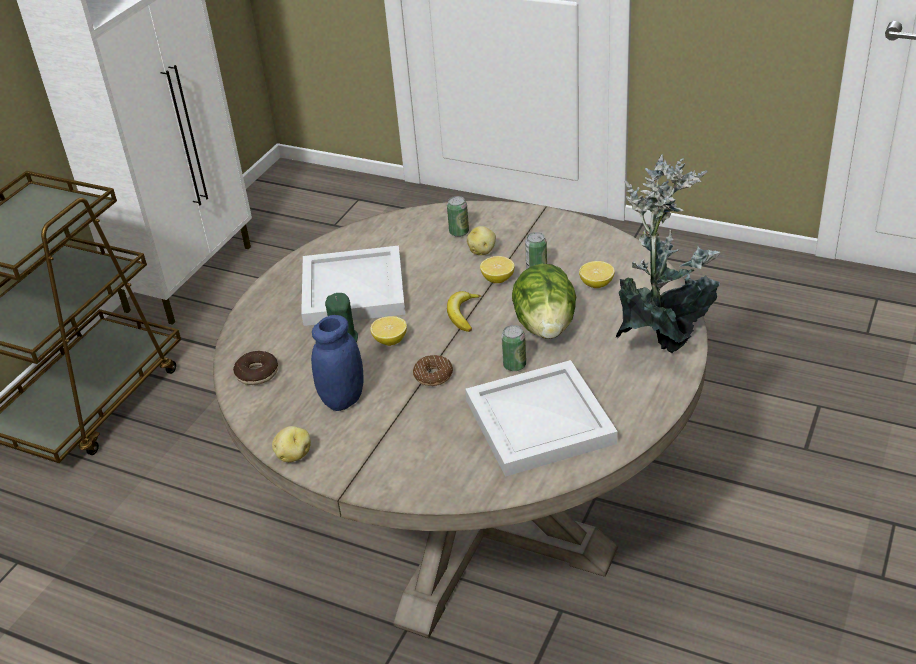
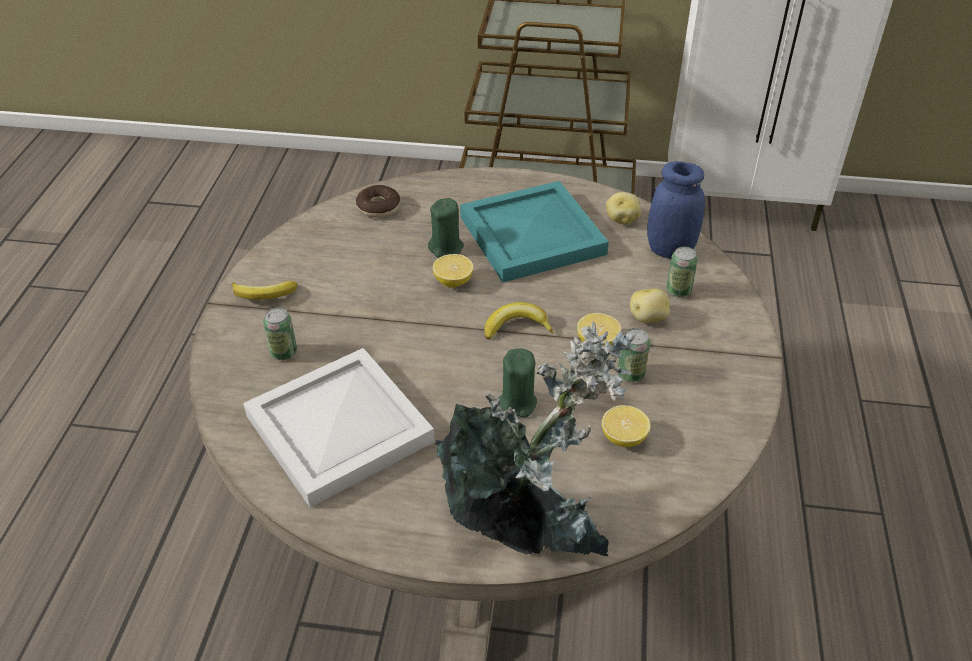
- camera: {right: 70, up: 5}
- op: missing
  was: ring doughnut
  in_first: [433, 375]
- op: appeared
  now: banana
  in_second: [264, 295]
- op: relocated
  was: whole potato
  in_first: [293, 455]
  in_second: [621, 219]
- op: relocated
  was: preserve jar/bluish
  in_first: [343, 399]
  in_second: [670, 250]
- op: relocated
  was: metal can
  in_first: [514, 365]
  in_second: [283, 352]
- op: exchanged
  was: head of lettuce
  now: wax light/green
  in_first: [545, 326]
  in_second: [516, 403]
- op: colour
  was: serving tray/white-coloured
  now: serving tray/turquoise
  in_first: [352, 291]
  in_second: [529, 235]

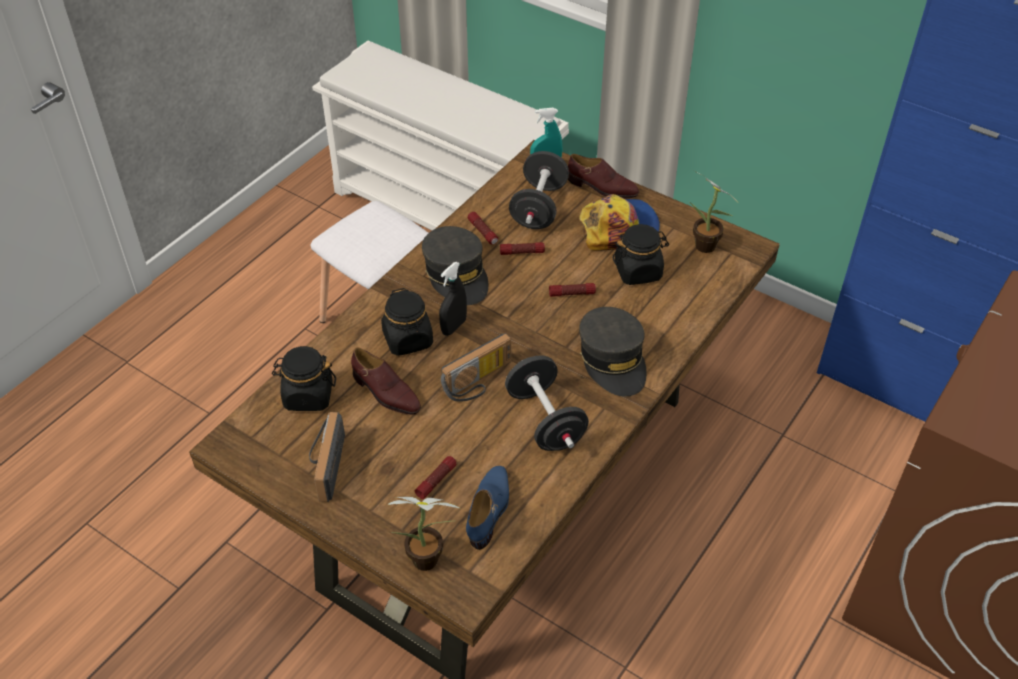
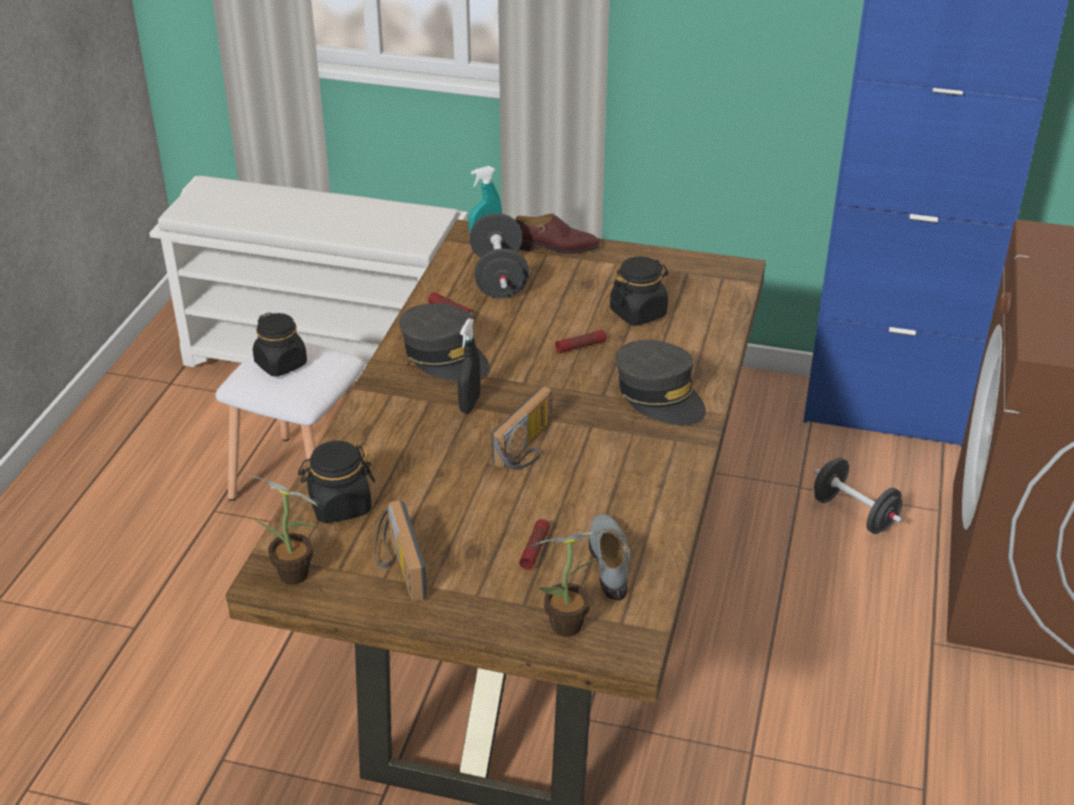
- camera: {right: -20, up: -10}
- op: missing
  was: item of footwear/brownish
  in_first: [386, 393]
- op: missing
  was: torch
  in_first: [522, 252]
- op: missing
  was: cap
  in_first: [618, 228]
- op: relocated
  was: preserve jar/black
  in_first: [408, 339]
  in_second: [281, 364]
- op: relocated
  was: free weight/black
  in_first: [545, 420]
  in_second: [854, 513]
- op: relocated
  was: plant in a pot
  in_first: [707, 248]
  in_second: [297, 577]
- op: colour
  was: item of footwear/bluish
  now: item of footwear/grey
  in_first: [489, 510]
  in_second: [609, 561]

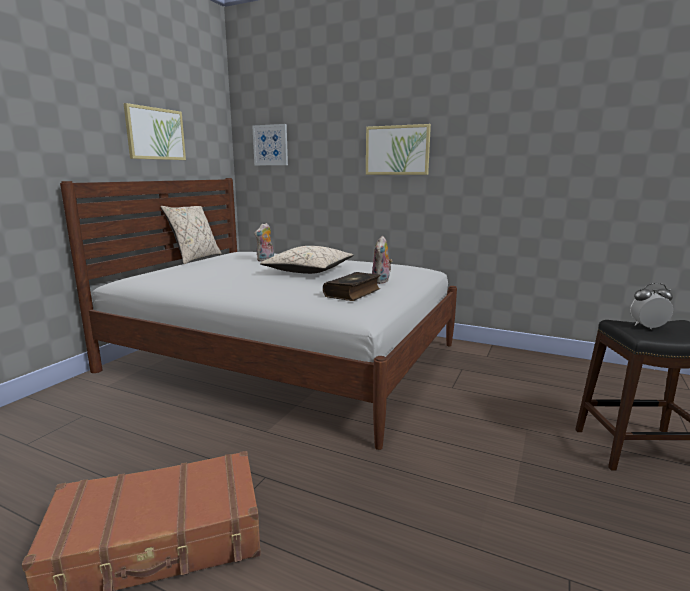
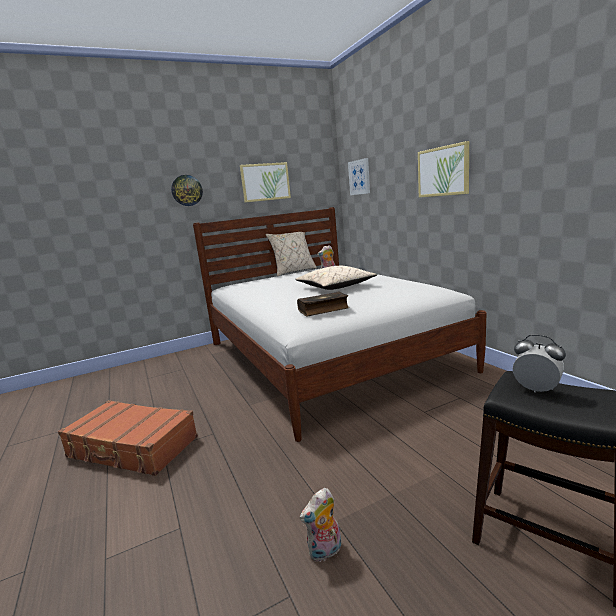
- camera: {right: 40, up: 0}
- op: appeared
  now: wall clock
  in_second: [187, 190]
- op: relocated
  was: plush toy
  in_first: [381, 281]
  in_second: [325, 552]

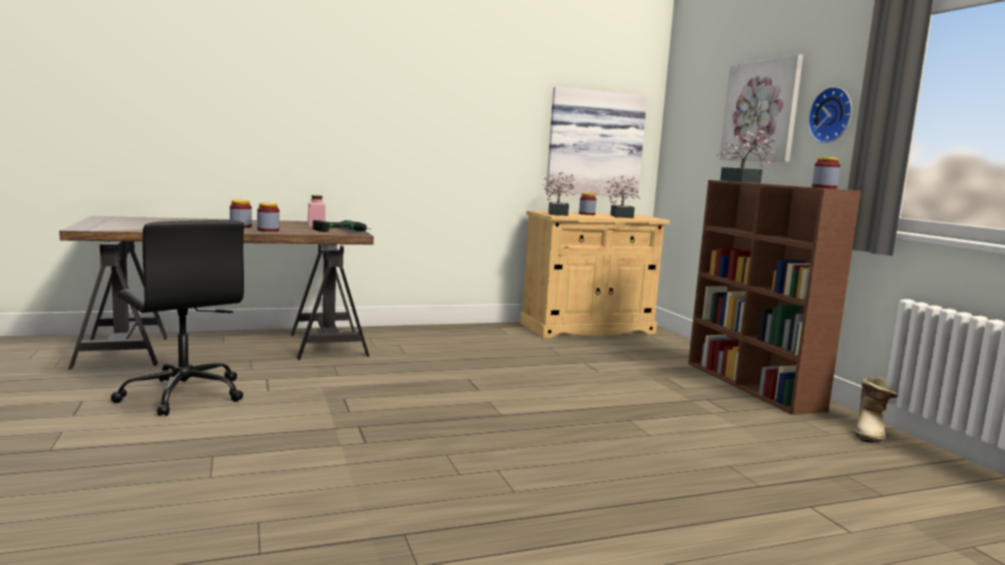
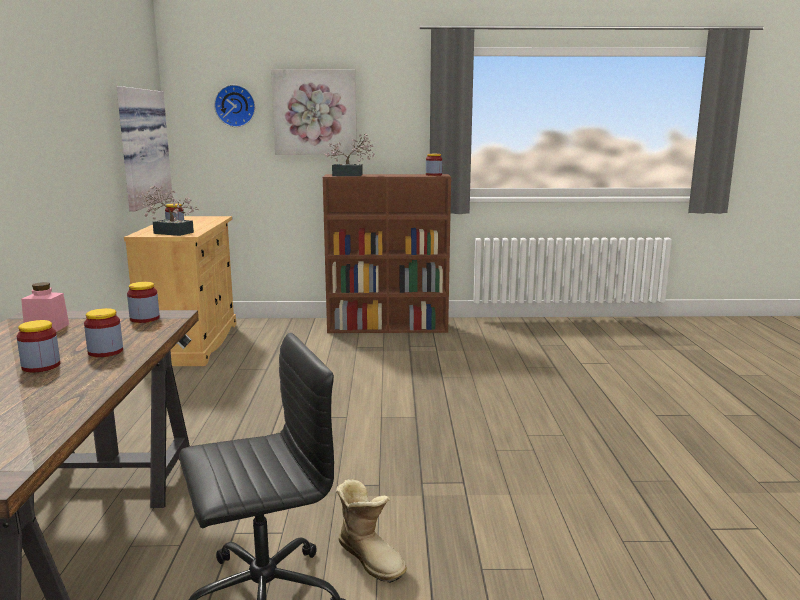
- camera: {right: -70, up: 5}
- op: missing
  was: plant in a pot
  in_first: [621, 216]
- op: relocated
  was: wall clock
  in_first: [832, 115]
  in_second: [235, 106]
- op: relocated
  was: boot
  in_first: [871, 432]
  in_second: [371, 557]
- op: exchanged
  was: electric drill
  now: preserve jar
  in_first: [343, 231]
  in_second: [144, 319]

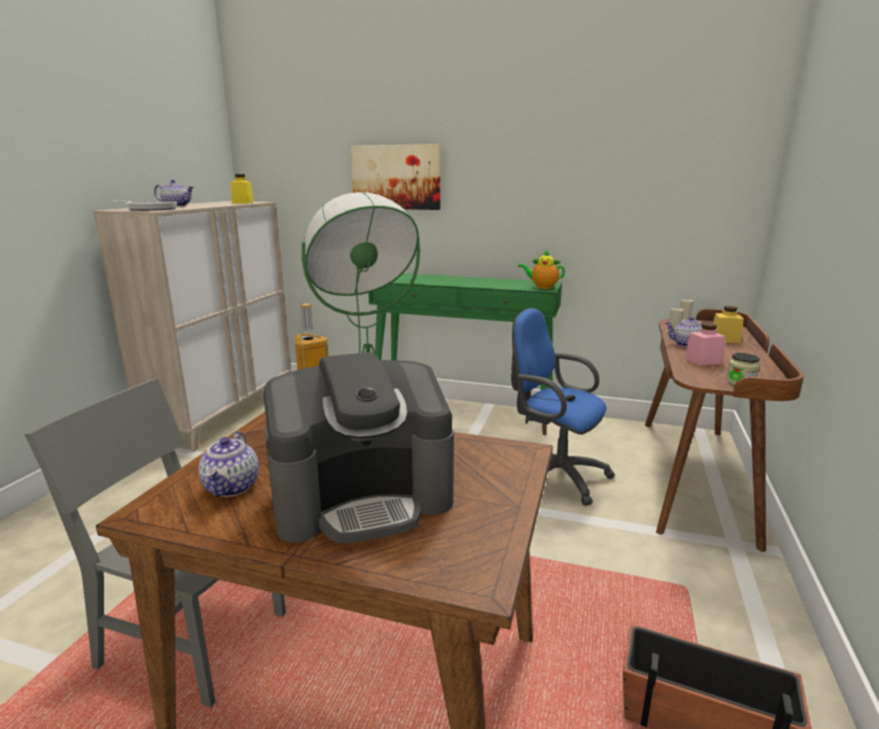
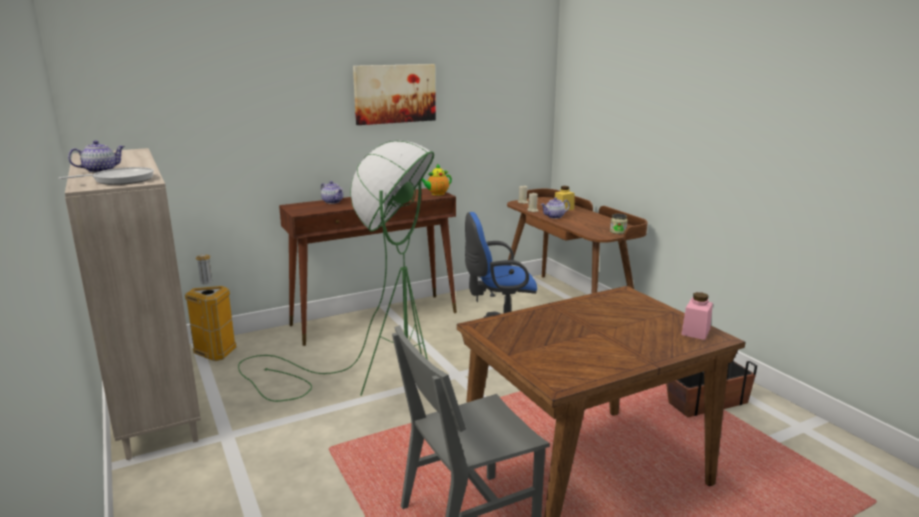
- camera: {right: -45, up: 0}
- op: missing
  was: preserve jar/yellow-coloured
  in_first: [243, 203]
- op: missing
  was: coffee brewer
  in_first: [363, 497]
- op: relocated
  was: tea pot
  in_first: [232, 487]
  in_second: [333, 202]
- op: relocated
  was: wall art
  in_first: [396, 177]
  in_second: [394, 93]
- op: relocated
  was: preserve jar/pink
  in_first: [703, 361]
  in_second: [695, 332]
- op: colour
  was: hall table/green
  now: hall table/brownish
  in_first: [463, 412]
  in_second: [375, 318]

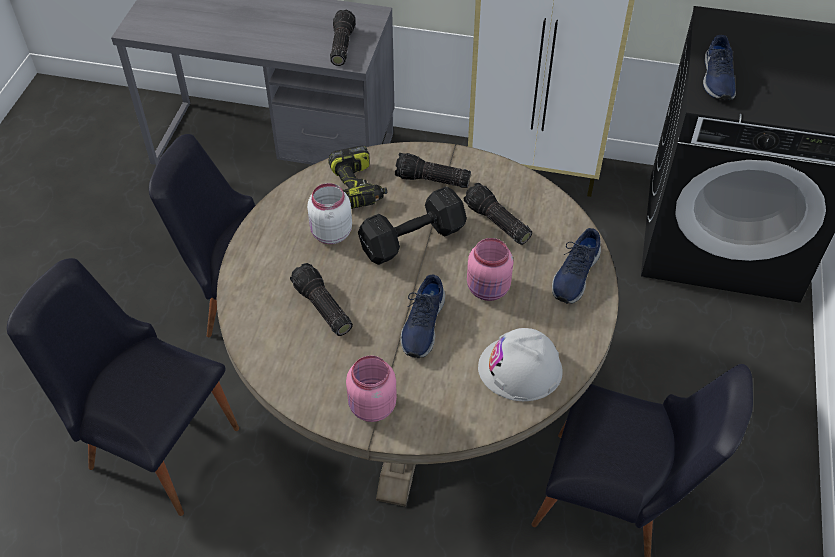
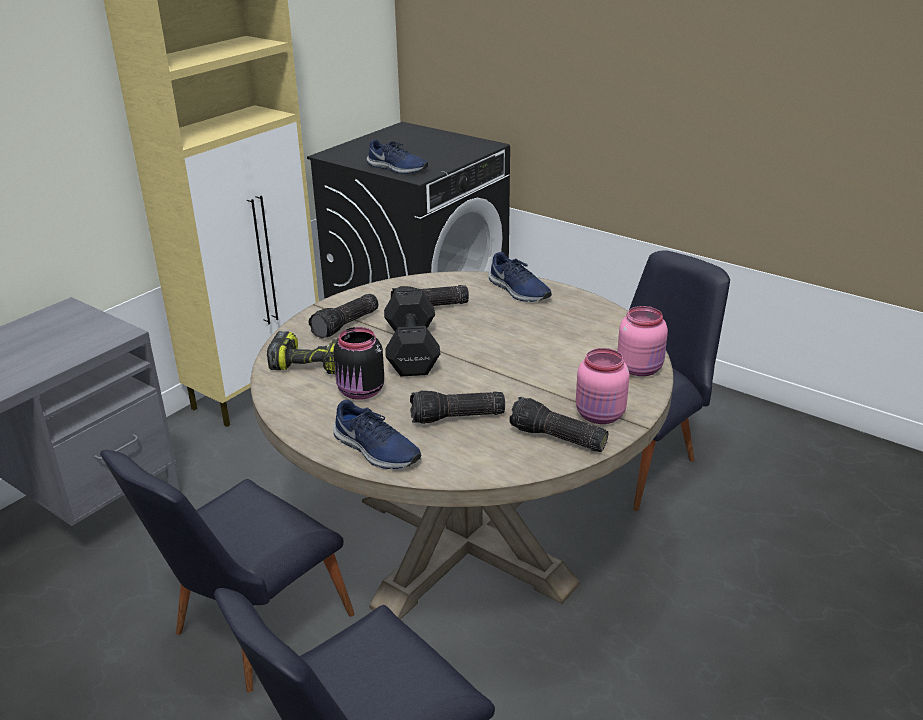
- camera: {right: -65, up: -20}
- op: missing
  was: hard hat/white-coloured
  in_first: [520, 369]
- op: relocated
  was: torch
  in_first: [341, 46]
  in_second: [556, 438]
- op: relocated
  was: item of footwear/bluish
  in_first: [422, 325]
  in_second: [375, 450]
- op: relocated
  was: preserve jar/pink
  in_first: [488, 289]
  in_second: [641, 369]
- op: colour
  was: preserve jar/white-coloured
  now: preserve jar/black
  in_first: [330, 234]
  in_second: [361, 392]

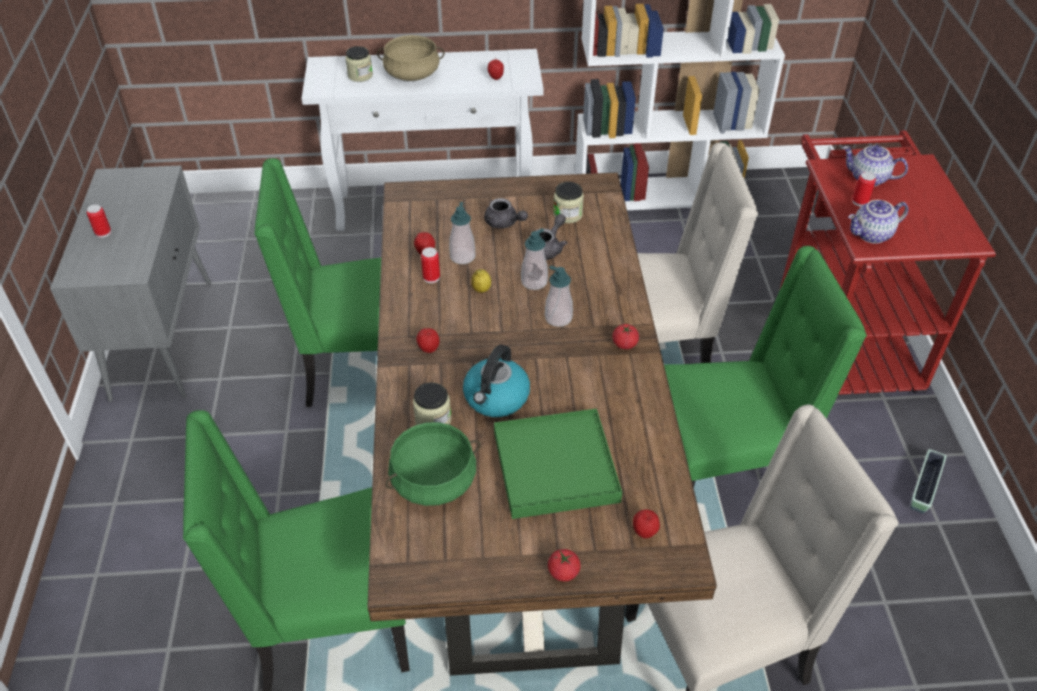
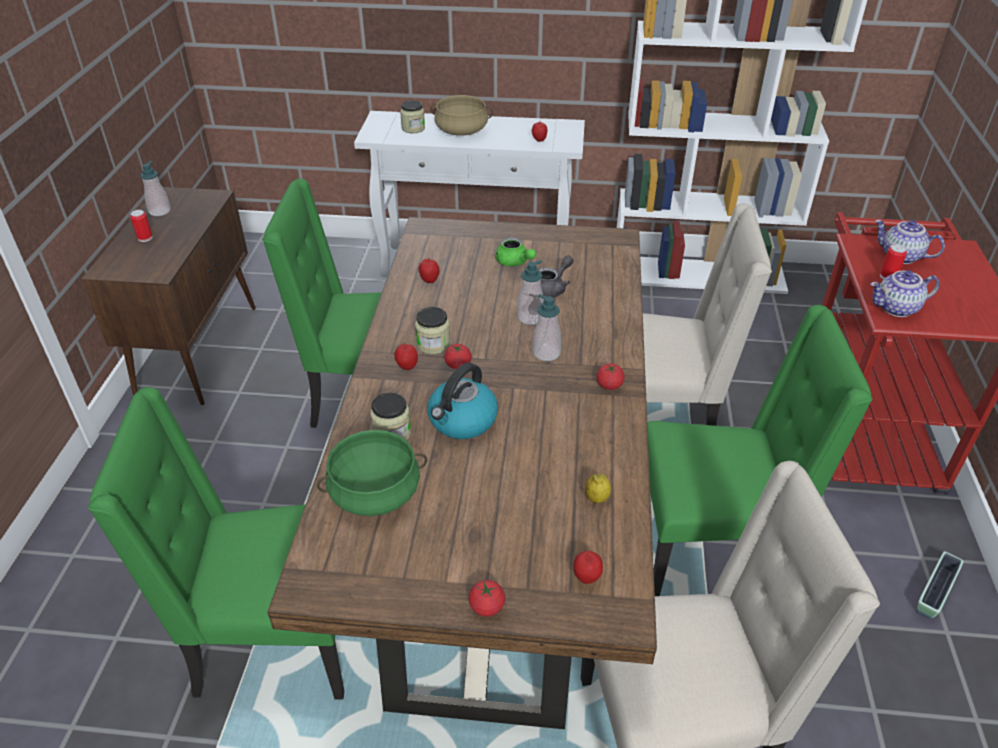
- camera: {right: 10, up: -5}
- op: missing
  was: metal can
  in_first: [431, 277]
- op: missing
  was: serving tray/green
  in_first: [556, 467]
- op: appeared
  now: tomato
  in_second: [458, 365]
- op: relocated
  was: soap bottle
  in_first: [462, 257]
  in_second: [160, 211]
- op: relocated
  was: citrus fruit
  in_first: [481, 290]
  in_second: [596, 498]
- op: relocated
  was: preserve jar
  in_first: [567, 214]
  in_second: [433, 344]
- op: colour
  was: cupboard/grey
  now: cupboard/brownish
  in_first: [163, 337]
  in_second: [199, 350]
- op: colour
  was: tea pot/grey
  now: tea pot/green
  in_first: [504, 223]
  in_second: [514, 262]

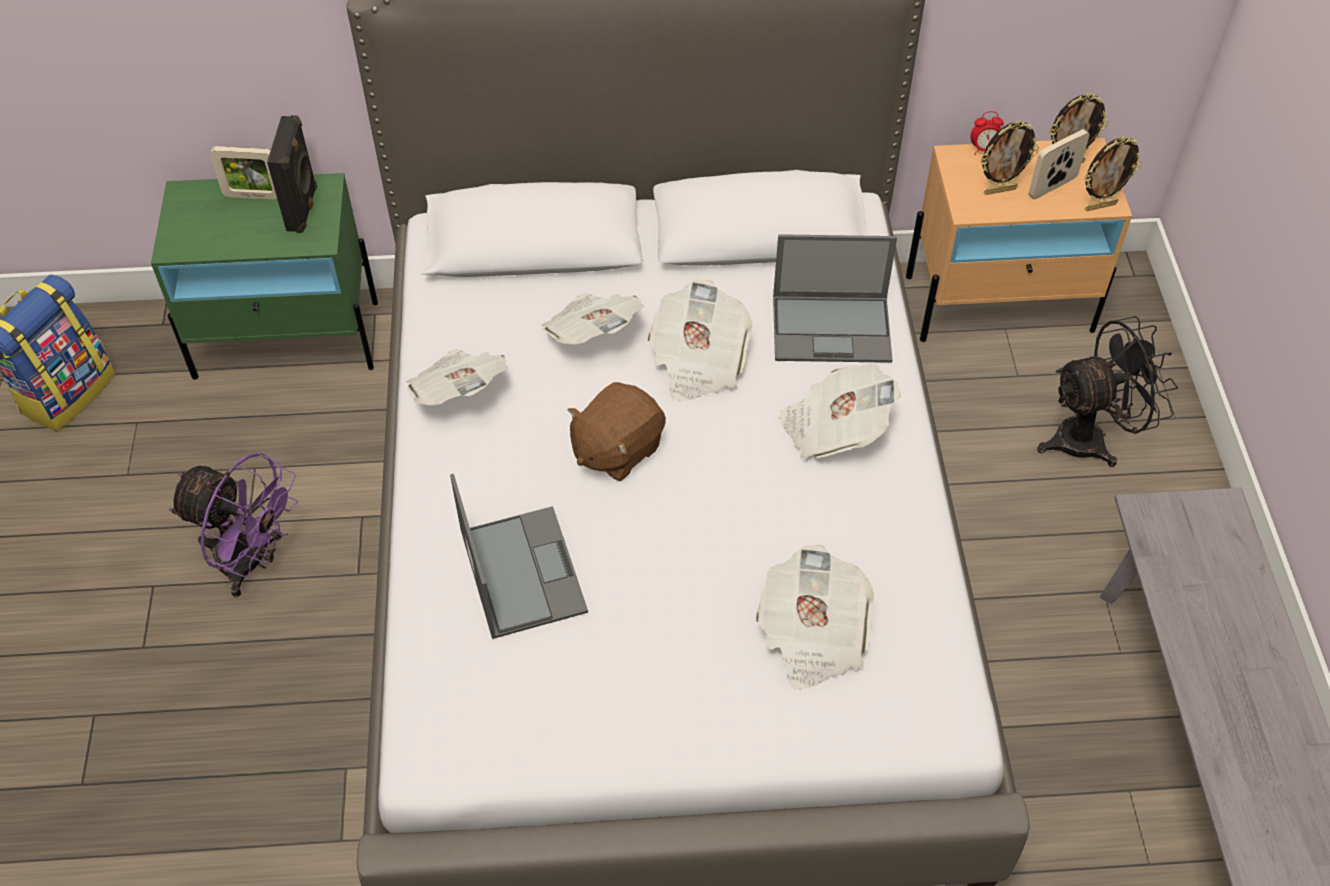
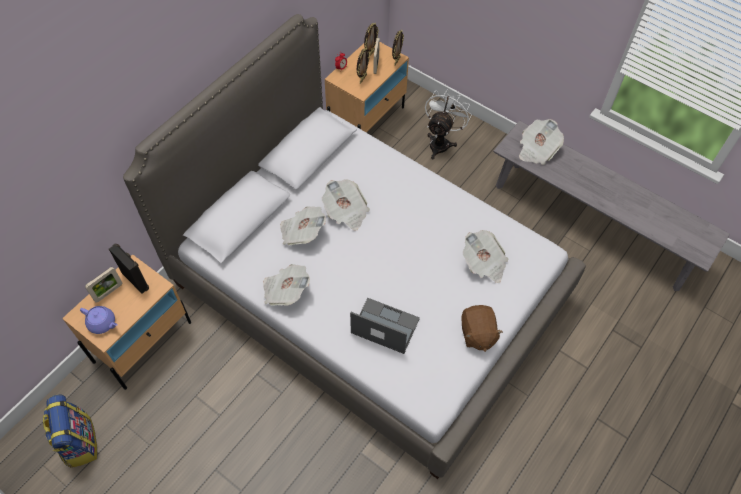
- camera: {right: -50, up: 5}
- op: missing
  was: fan/purplish
  in_first: [252, 563]
- op: missing
  was: laptop
  in_first: [833, 328]
- op: appeared
  now: tea pot/purplish
  in_second: [102, 323]
- op: relocated
  was: plush toy/brownish
  in_first: [616, 449]
  in_second: [477, 334]
- op: relocated
  was: newspaper
  in_first: [834, 429]
  in_second: [537, 150]
- op: colour
  was: night table/green
  now: night table/beige
  in_first: [288, 339]
  in_second: [143, 341]
- op: colour
  was: fan/black
  now: fan/white-coloured
  in_first: [1091, 438]
  in_second: [441, 142]

